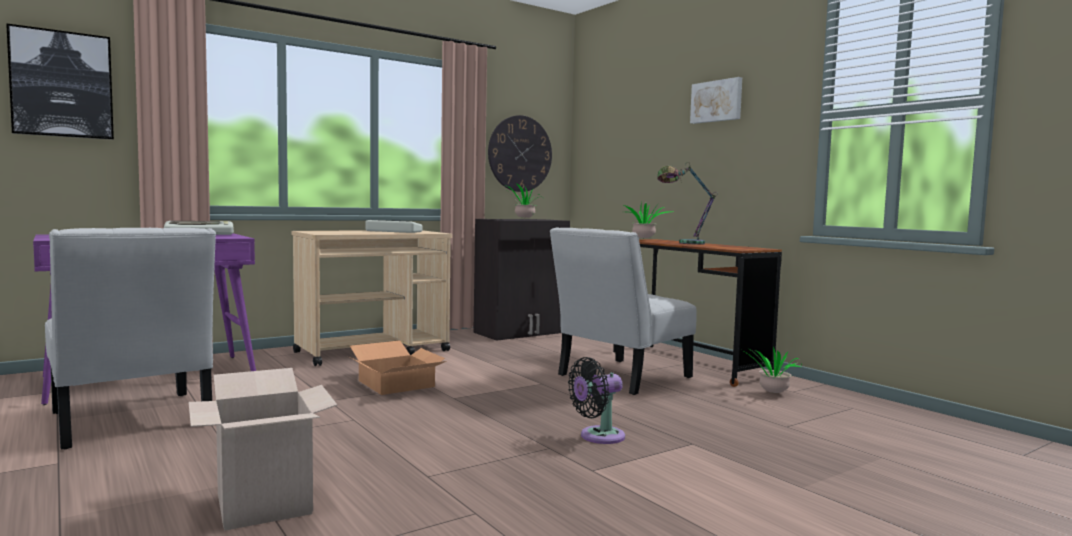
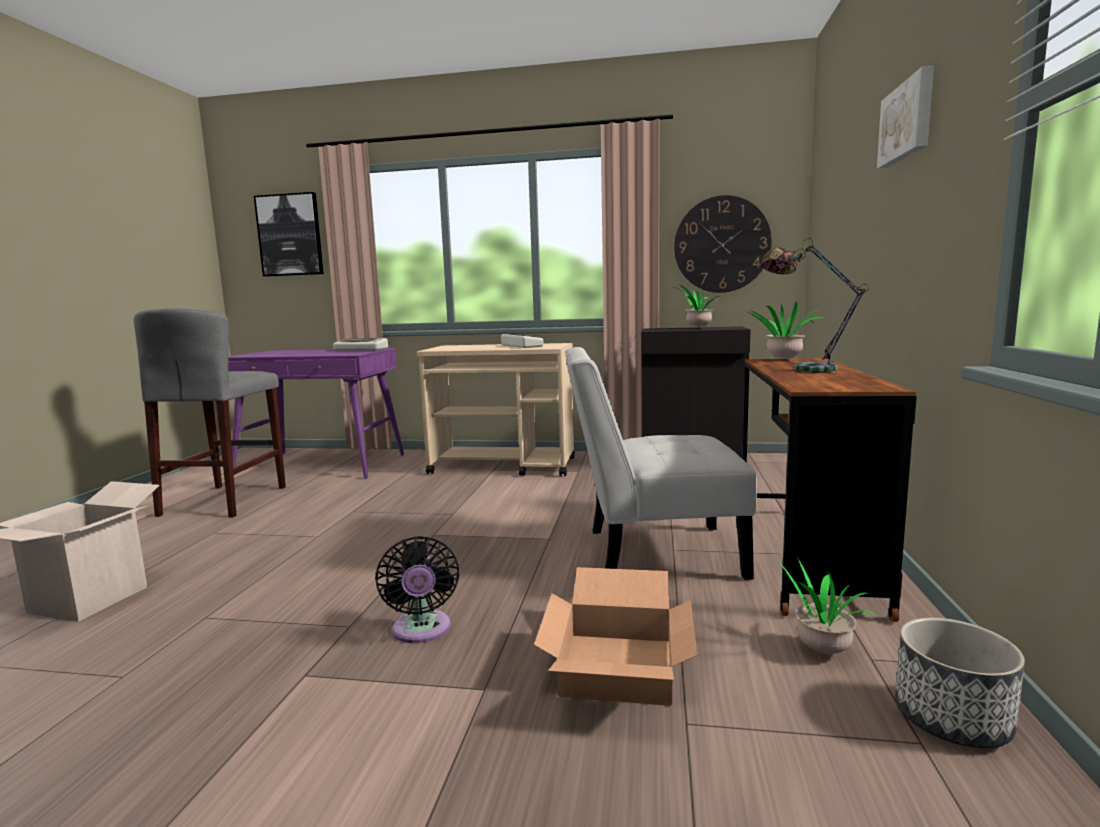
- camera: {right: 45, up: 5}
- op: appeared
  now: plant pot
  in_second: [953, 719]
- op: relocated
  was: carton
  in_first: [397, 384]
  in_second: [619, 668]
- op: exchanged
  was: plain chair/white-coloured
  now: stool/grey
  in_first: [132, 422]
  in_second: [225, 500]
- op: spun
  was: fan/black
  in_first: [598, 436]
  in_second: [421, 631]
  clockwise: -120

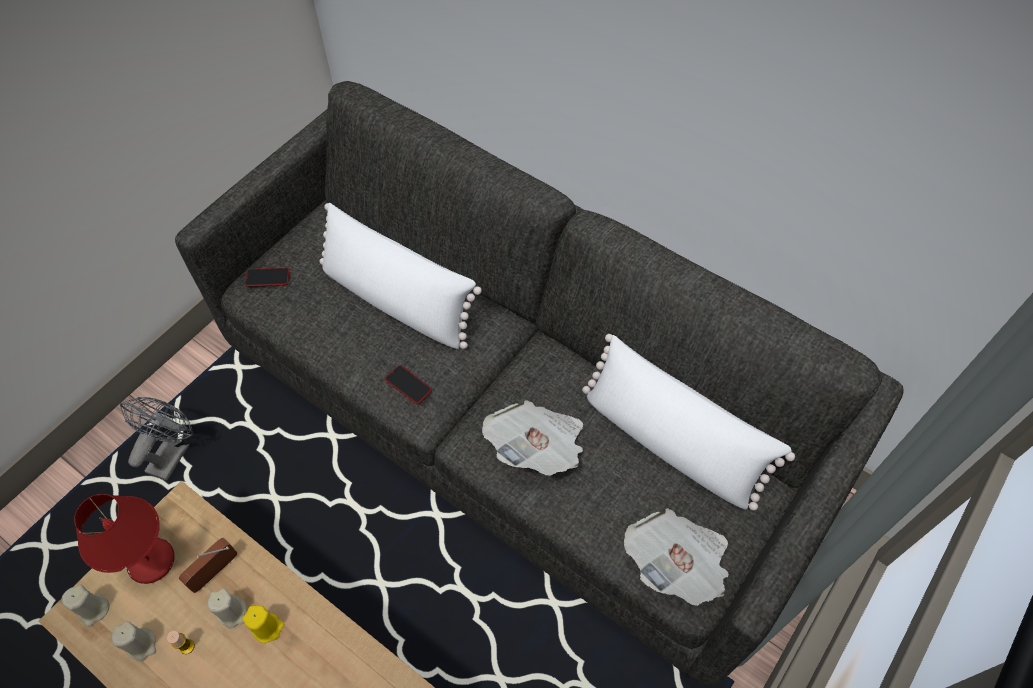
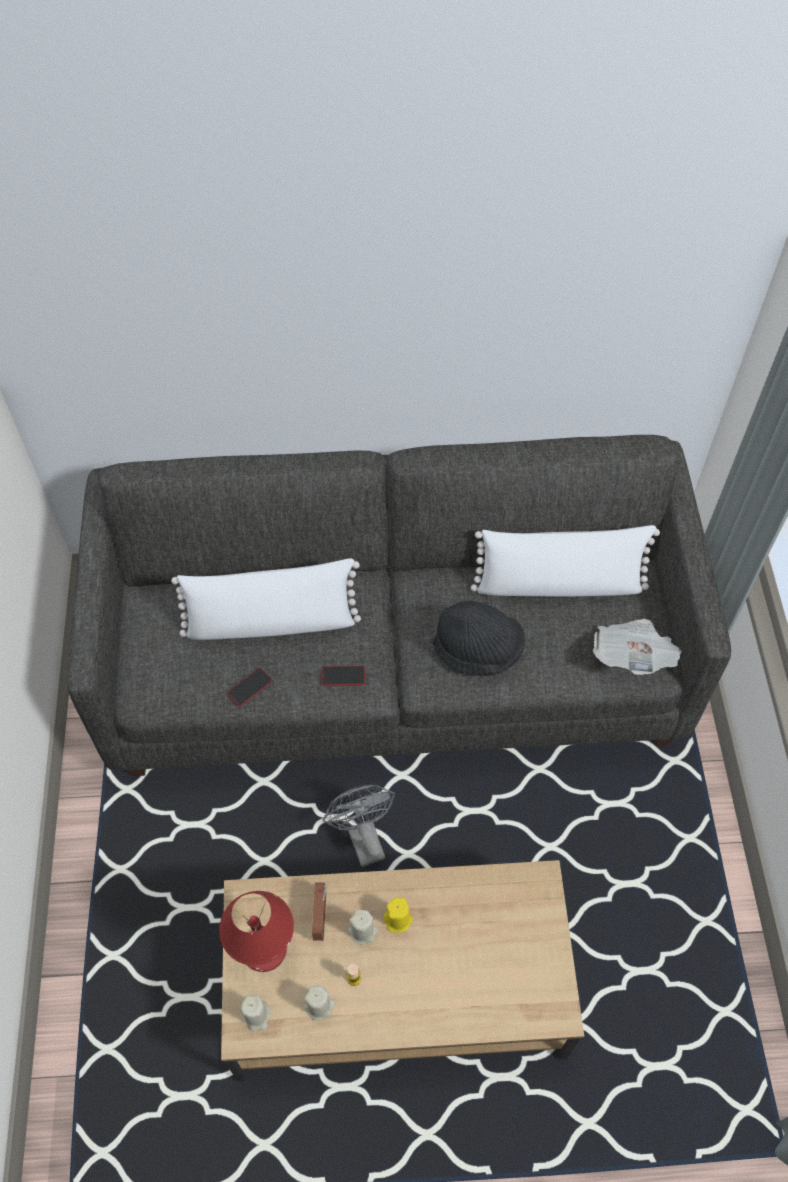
- camera: {right: -40, up: 0}
- op: relocated
  was: fan/grey
  in_first: [172, 452]
  in_second: [362, 837]
- op: relocated
  was: handset
  in_first: [267, 278]
  in_second: [250, 687]
- op: exchanged
  was: newspaper
  now: hat/black
  in_first: [537, 447]
  in_second: [478, 650]

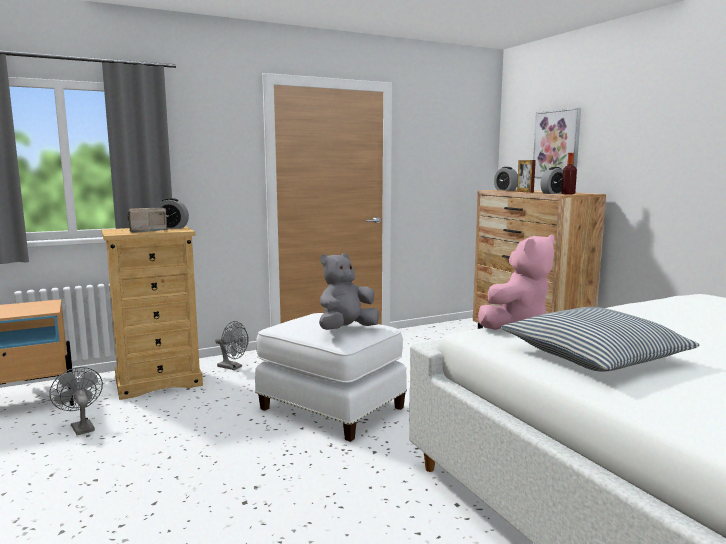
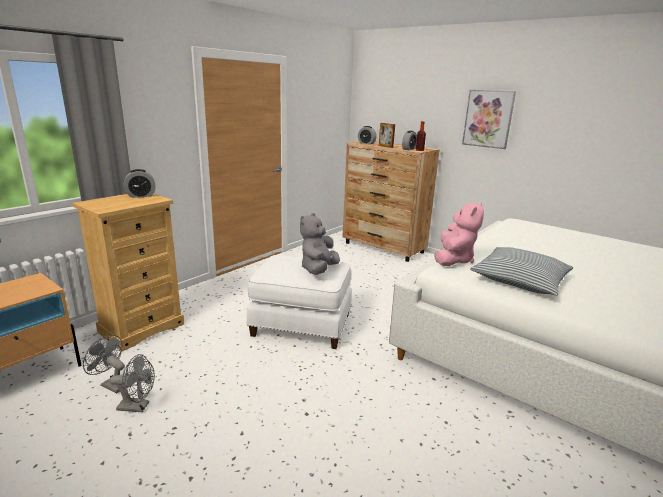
- camera: {right: -25, up: 10}
- op: missing
  was: radio
  in_first: [147, 231]
- op: relocated
  was: fan/grey
  in_first: [233, 367]
  in_second: [138, 406]
- op: relocated
  was: wall art
  in_first: [557, 144]
  in_second: [488, 119]

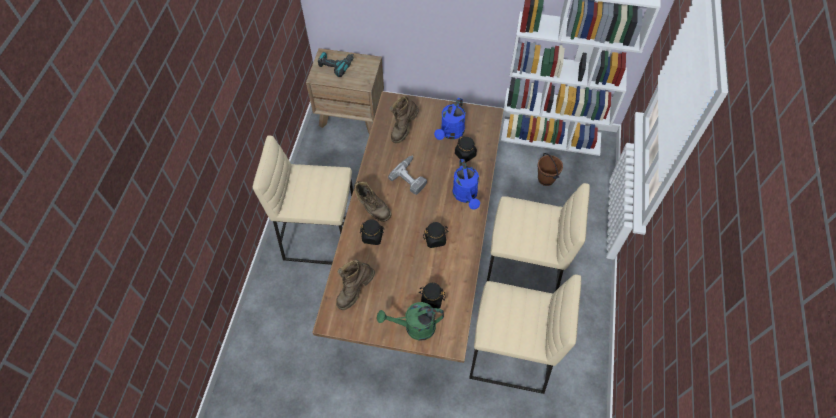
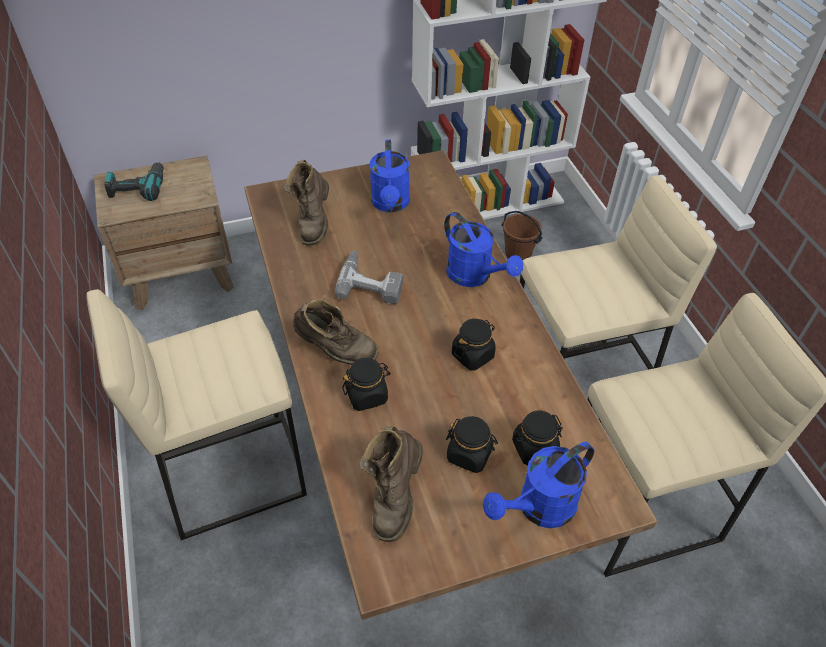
- camera: {right: -30, up: -10}
- op: relocated
  was: preserve jar/black
  in_first: [465, 154]
  in_second: [469, 454]
- op: colour
  was: watering pot/green
  now: watering pot/bluish
  in_first: [414, 327]
  in_second: [538, 508]

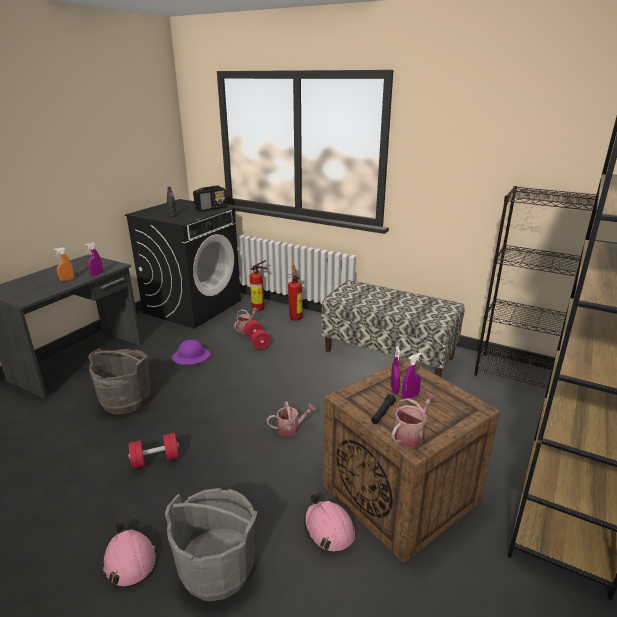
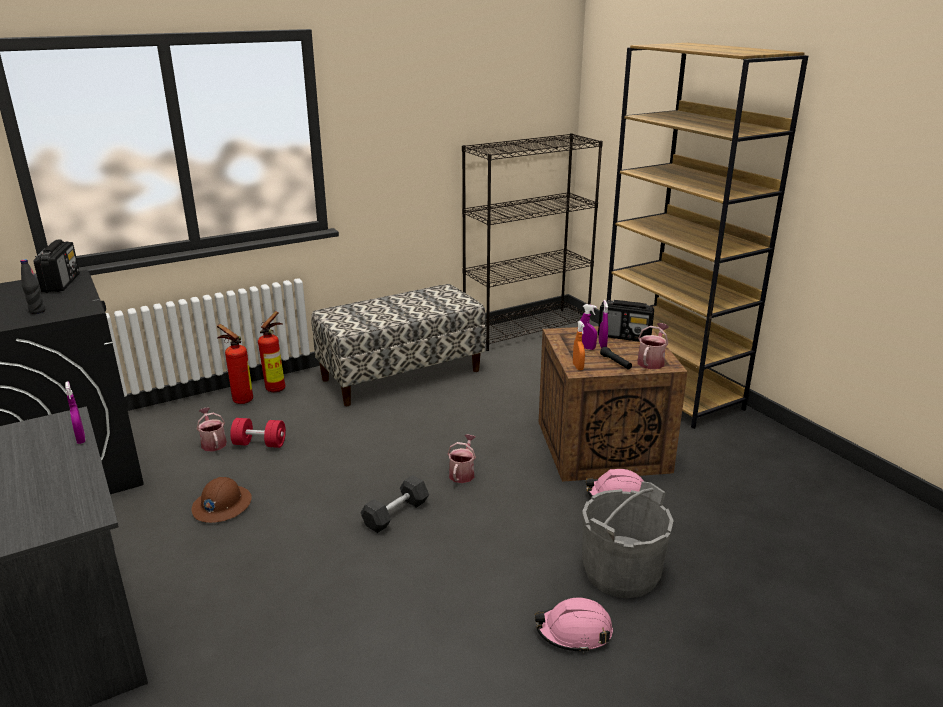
- camera: {right: -60, up: 0}
- op: missing
  was: water bucket/grey
  in_first: [126, 400]
- op: missing
  was: free weight/red
  in_first: [155, 460]
- op: appeared
  now: free weight/grey
  in_second: [396, 514]
- op: appeared
  now: radio
  in_second: [625, 336]
- op: relocated
  was: hand sprayer/orangey
  in_first: [67, 280]
  in_second: [578, 367]
- op: relocated
  was: extinguisher
  in_first: [260, 308]
  in_second: [278, 387]
- op: colour
  was: hard hat/purplish
  now: hard hat/brownish
  in_first: [191, 356]
  in_second: [221, 505]
- op: spun
  was: watering pot
  in_first: [411, 434]
  in_second: [652, 361]
  clockwise: 45

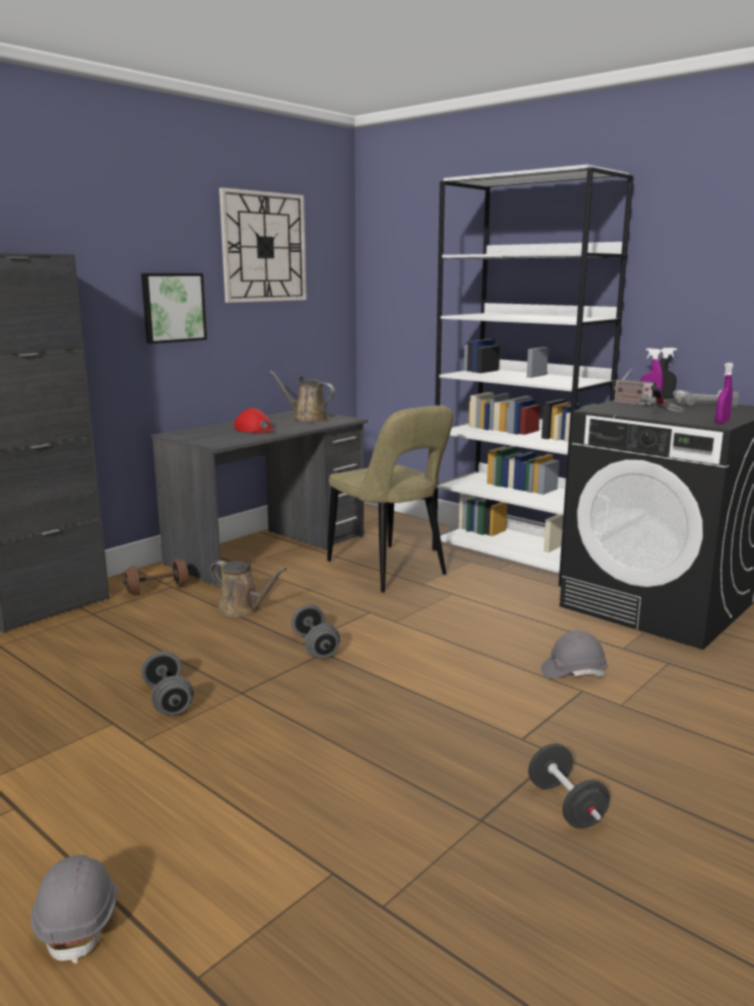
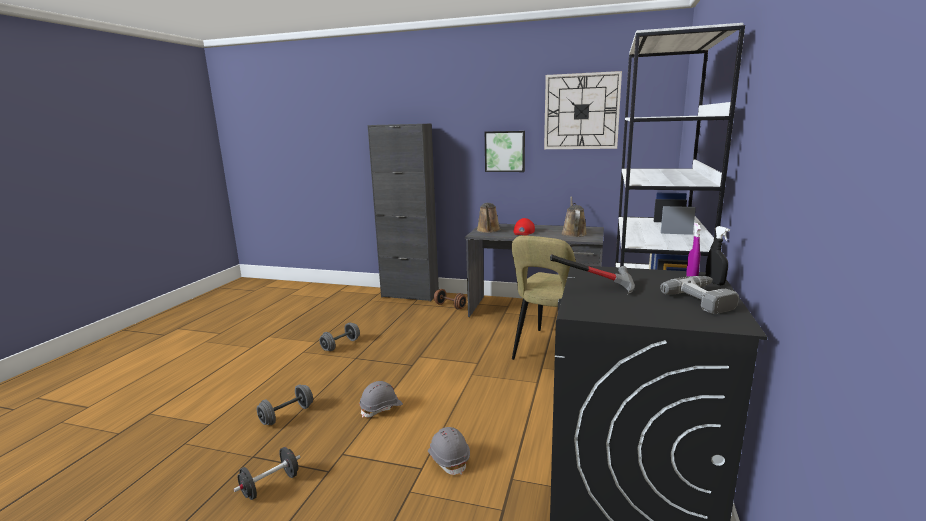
- camera: {right: 65, up: 0}
- op: missing
  was: radio
  in_first: [631, 403]
- op: missing
  was: hand sprayer/purplish
  in_first: [722, 422]
- op: relocated
  was: hard hat/grey
  in_first: [79, 920]
  in_second: [381, 408]
- op: relocated
  was: watering pot/brownish
  in_first: [243, 609]
  in_second: [488, 230]
- op: relocated
  was: free weight/grey
  in_first: [315, 646]
  in_second: [287, 415]

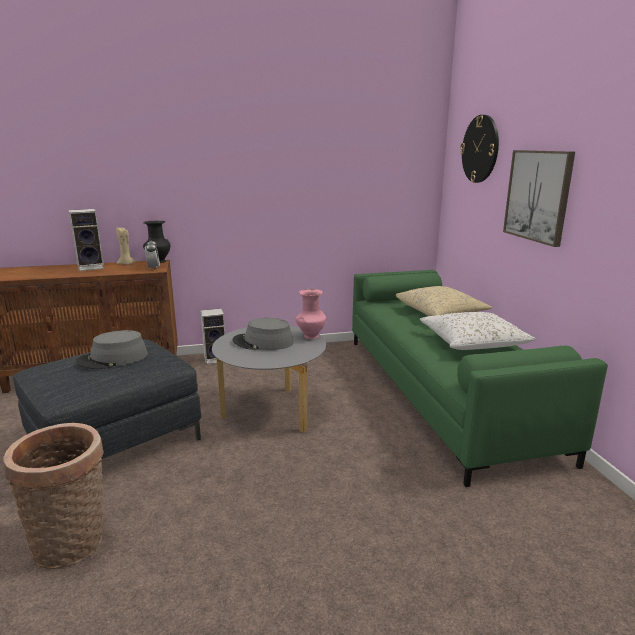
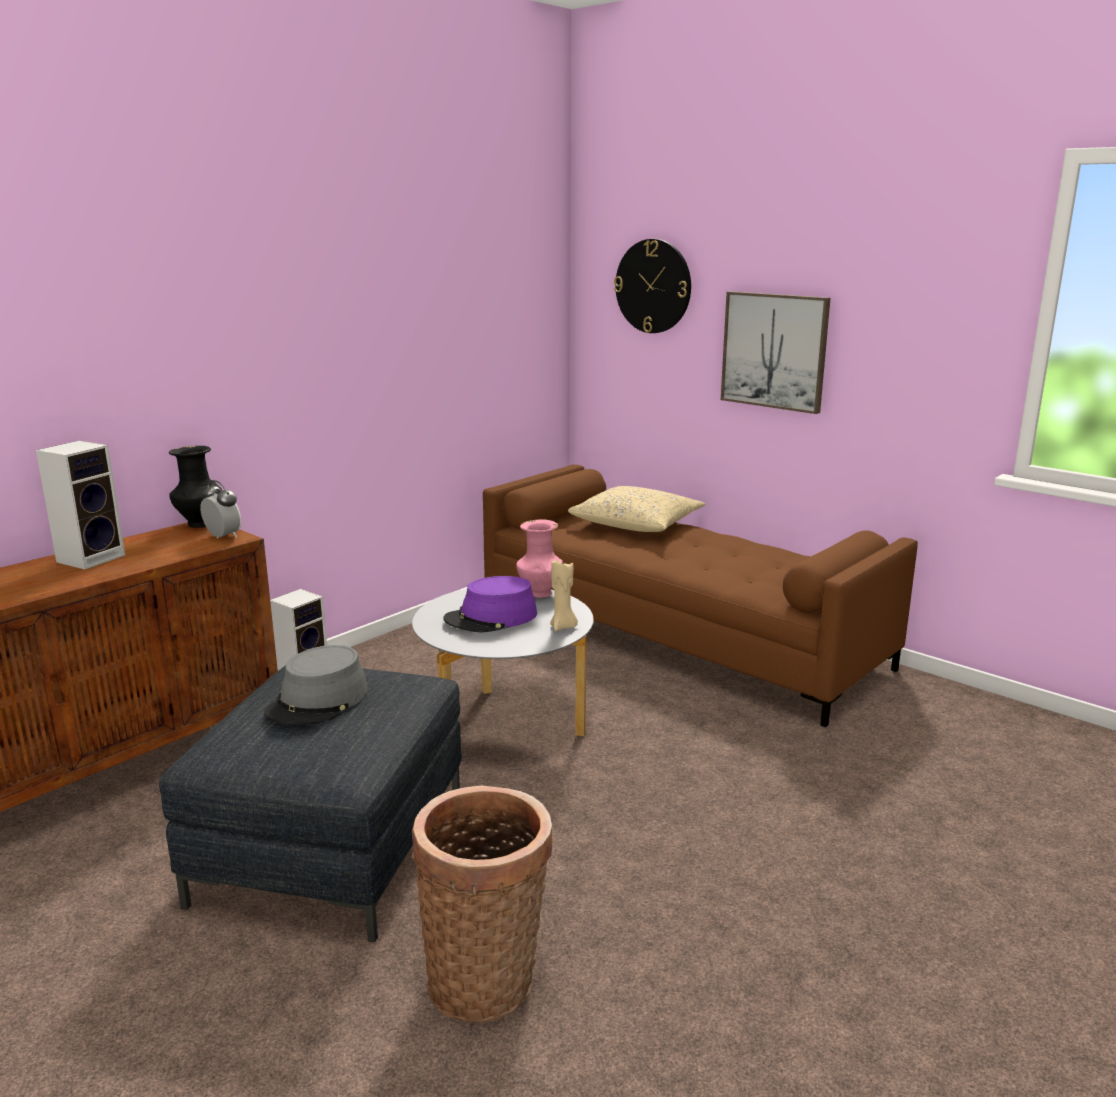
- camera: {right: -35, up: 0}
- op: missing
  was: cushion/white-coloured
  in_first: [473, 342]
- op: relocated
  was: wax light/beige
  in_first: [126, 264]
  in_second: [563, 627]
- op: colour
  was: hat/grey
  now: hat/purplish
  in_first: [263, 342]
  in_second: [491, 618]
- op: colour
  was: sofa/green
  now: sofa/brownish
  in_first: [442, 392]
  in_second: [679, 634]

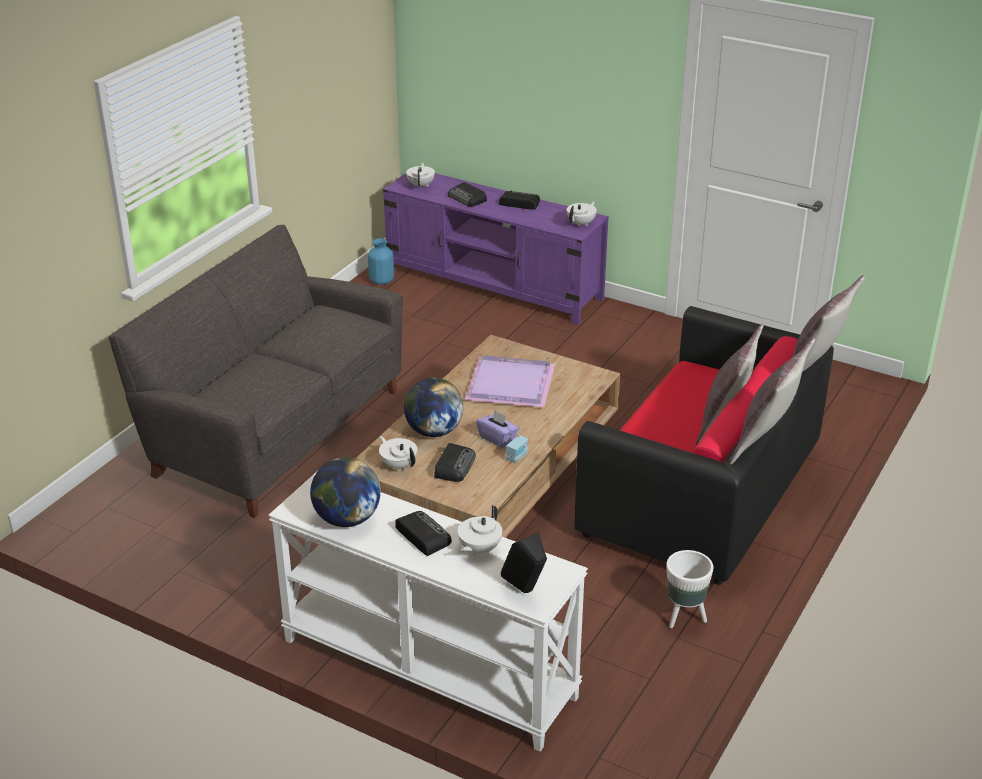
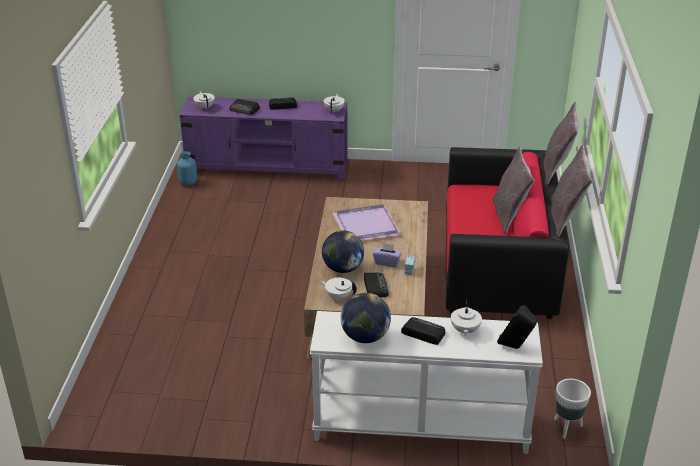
- camera: {right: -25, up: 0}
- op: missing
  was: sofa/grey
  in_first: [275, 431]
- op: relocated
  was: plant pot/white-coloured
  in_first: [684, 617]
  in_second: [567, 428]

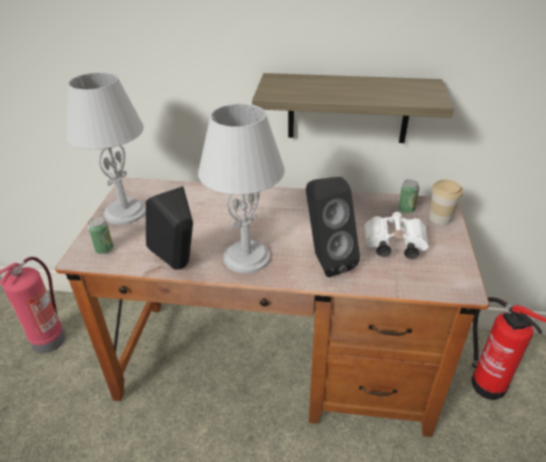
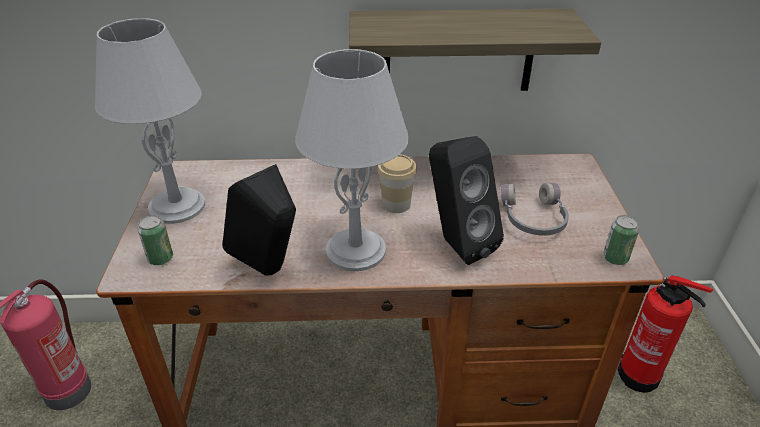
- camera: {right: -10, up: 0}
- op: relocated
  was: metal can
  in_first: [406, 210]
  in_second: [615, 258]
- op: relocated
  was: drinking cup
  in_first: [440, 218]
  in_second: [396, 204]
- op: exchanged
  was: binoculars/white-coloured
  now: pair of headphones/grey
  in_first: [392, 246]
  in_second: [532, 218]

